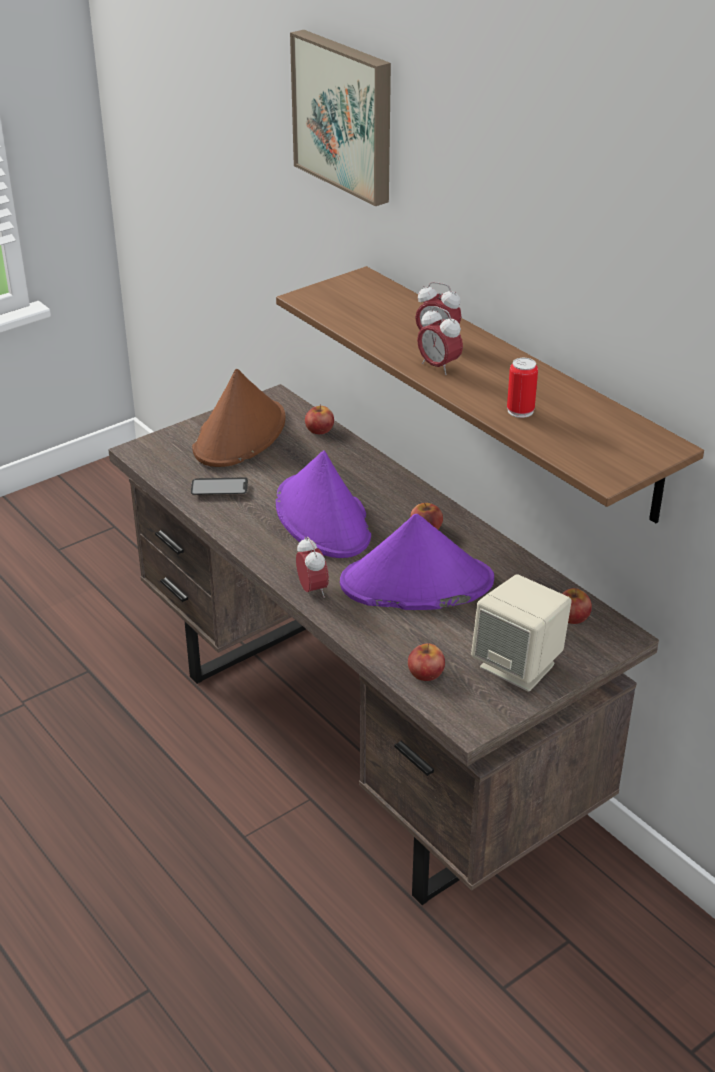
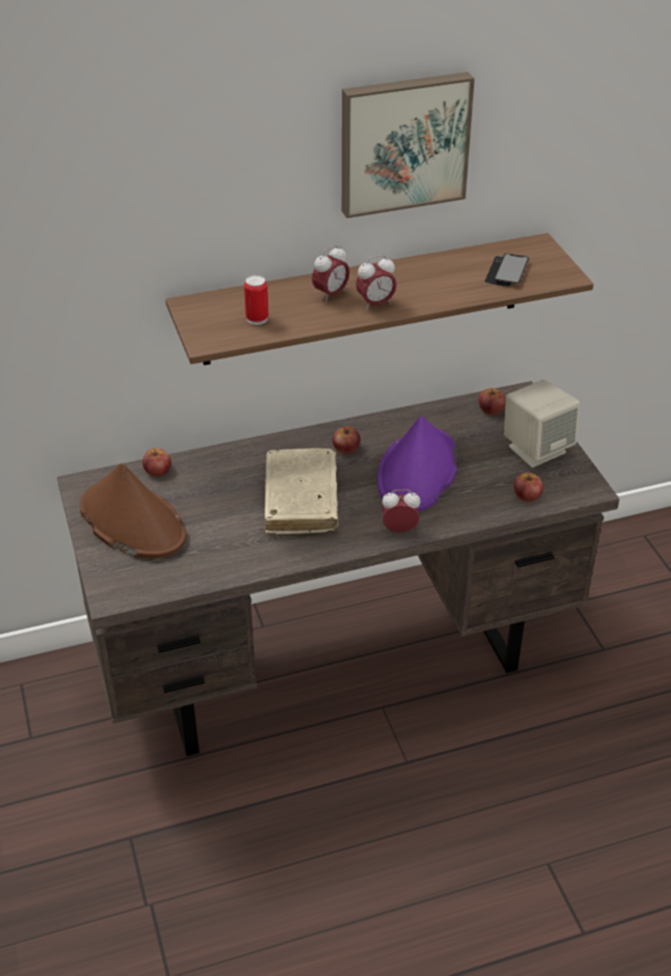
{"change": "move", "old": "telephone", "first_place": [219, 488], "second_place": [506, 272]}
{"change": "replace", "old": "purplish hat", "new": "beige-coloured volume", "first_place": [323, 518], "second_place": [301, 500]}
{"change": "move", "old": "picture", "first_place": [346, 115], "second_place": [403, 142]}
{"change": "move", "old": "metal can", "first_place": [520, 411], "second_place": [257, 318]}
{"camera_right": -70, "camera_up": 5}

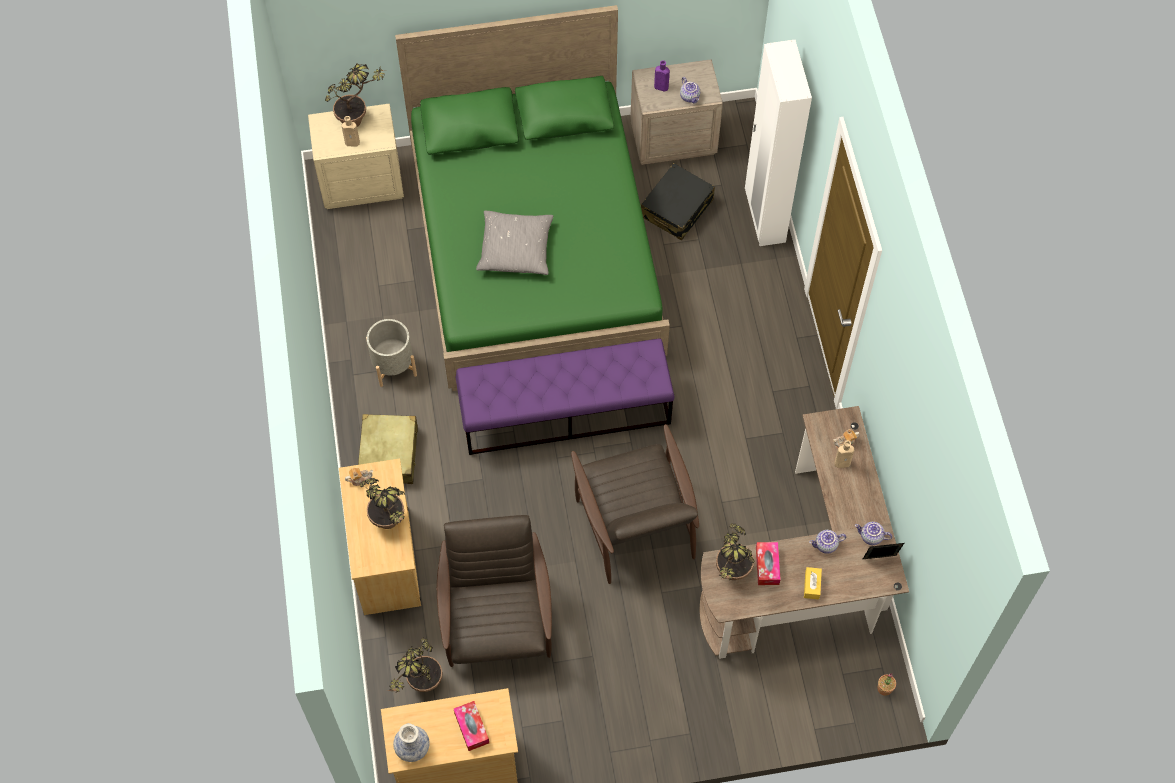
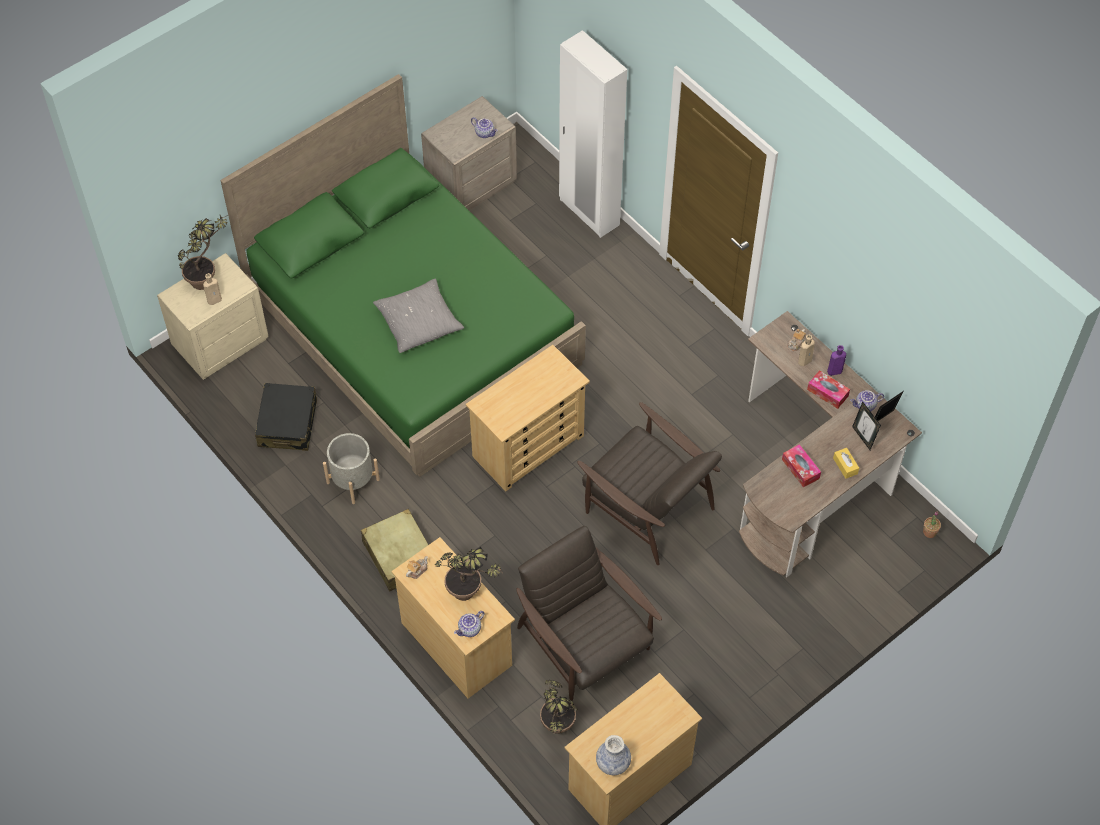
{"change": "move", "old": "tissue holder", "first_place": [471, 728], "second_place": [827, 393]}
{"change": "replace", "old": "purplish indoor bench", "new": "beige-coloured dresser", "first_place": [566, 411], "second_place": [529, 446]}
{"change": "move", "old": "blackish piece of luggage", "first_place": [677, 208], "second_place": [288, 423]}
{"change": "move", "old": "purplish beverage bottle", "first_place": [660, 87], "second_place": [833, 371]}
{"change": "delete", "old": "houseplant", "first_place": [730, 577]}
{"change": "move", "old": "tea pot", "first_place": [826, 545], "second_place": [470, 630]}
{"change": "insert", "new": "standing frame", "second_place": [863, 437]}
{"camera_right": -30, "camera_up": -5}

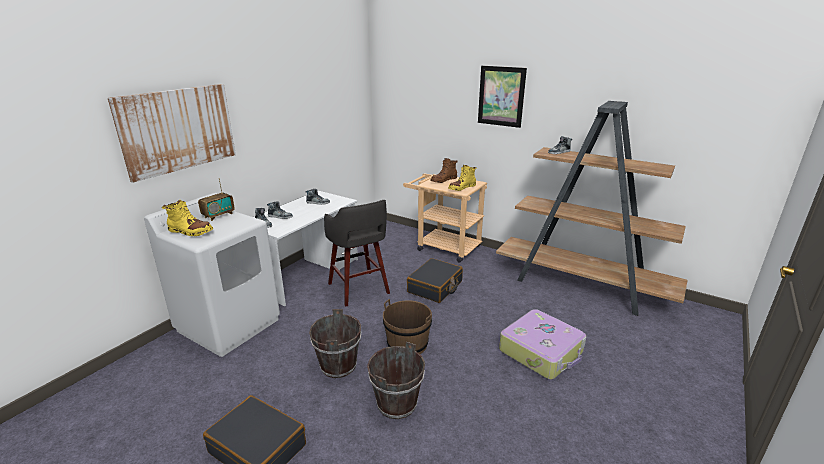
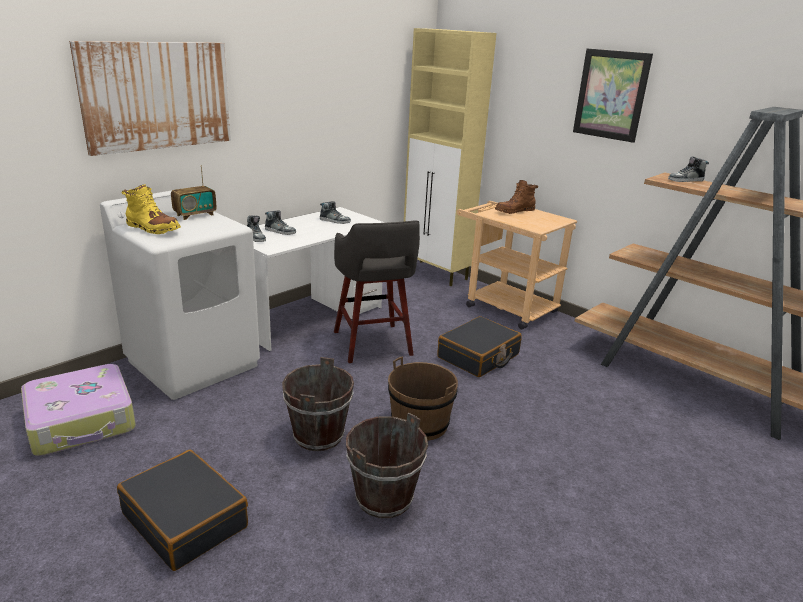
{"change": "delete", "old": "yellowish boot", "first_place": [461, 188]}
{"change": "move", "old": "piece of luggage", "first_place": [541, 351], "second_place": [82, 421]}
{"change": "insert", "new": "beige-coloured storage cabinet", "second_place": [436, 273]}
{"camera_right": 10, "camera_up": 0}

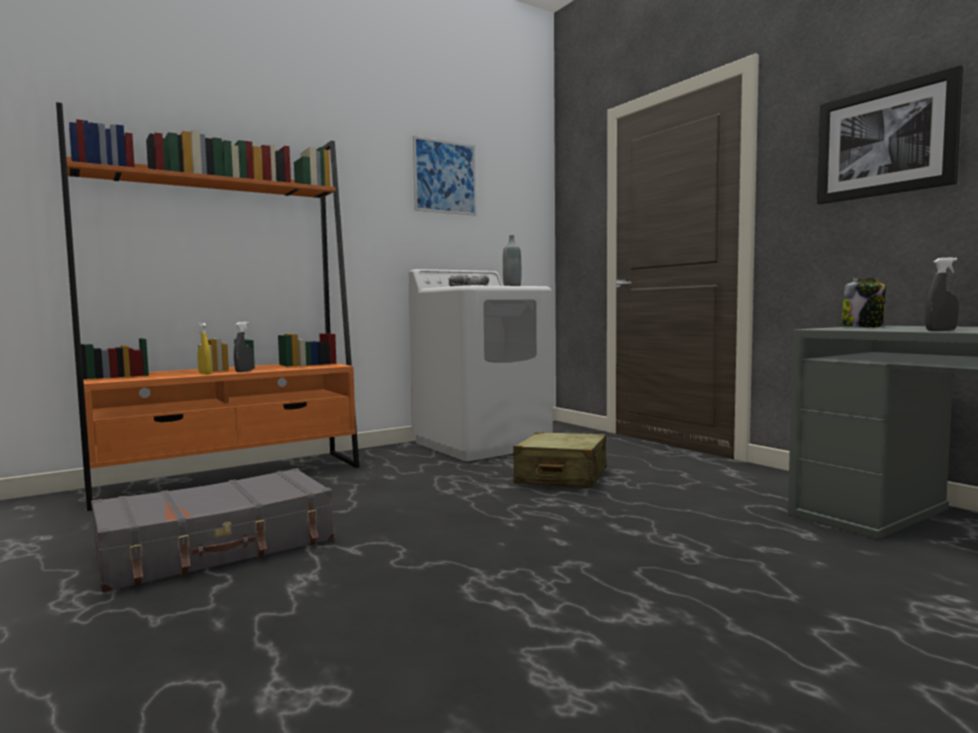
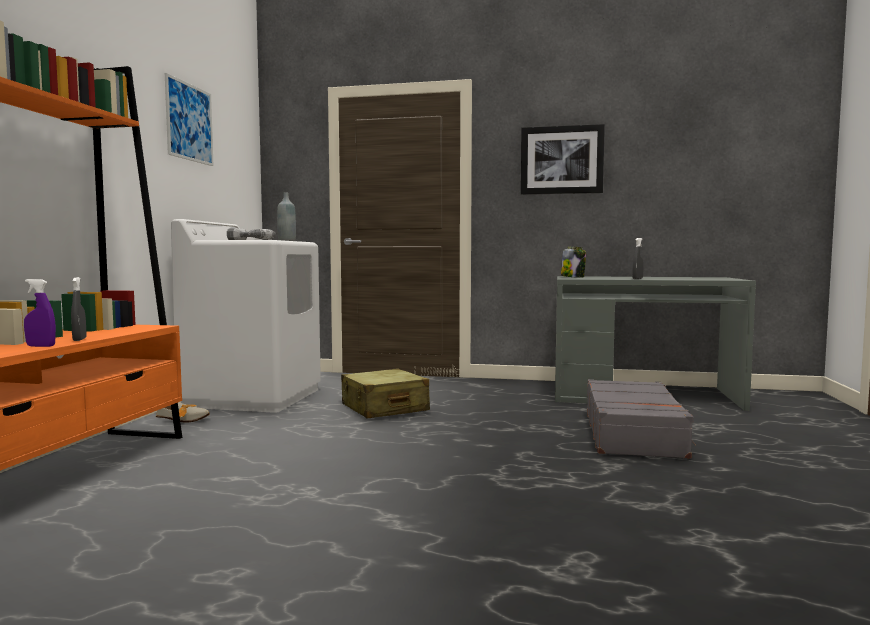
{"change": "move", "old": "grey piece of luggage", "first_place": [218, 548], "second_place": [634, 433]}
{"change": "recolor", "old": "yellowish spray bottle", "new": "purplish spray bottle", "first_place": [205, 374], "second_place": [41, 346]}
{"change": "insert", "new": "low shoe", "second_place": [184, 420]}
{"camera_right": -45, "camera_up": 0}

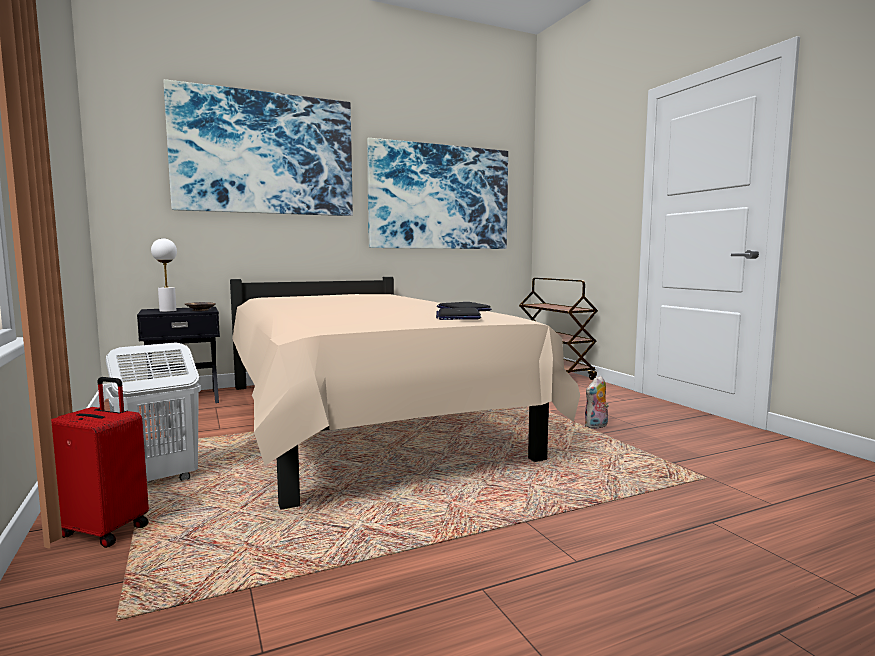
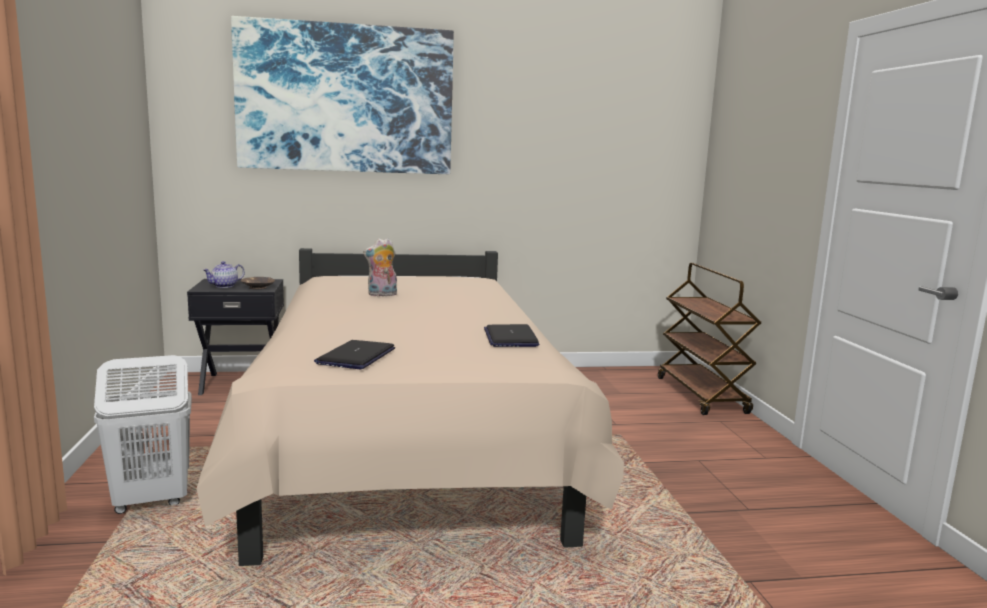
{"change": "delete", "old": "reddish piece of luggage", "first_place": [105, 530]}
{"change": "replace", "old": "white table lamp", "new": "tea pot", "first_place": [168, 311], "second_place": [224, 286]}
{"change": "delete", "old": "picture", "first_place": [440, 197]}
{"change": "move", "old": "portable computer", "first_place": [458, 316], "second_place": [356, 356]}
{"change": "move", "old": "plush toy", "first_place": [596, 426], "second_place": [382, 295]}
{"camera_right": 15, "camera_up": 5}

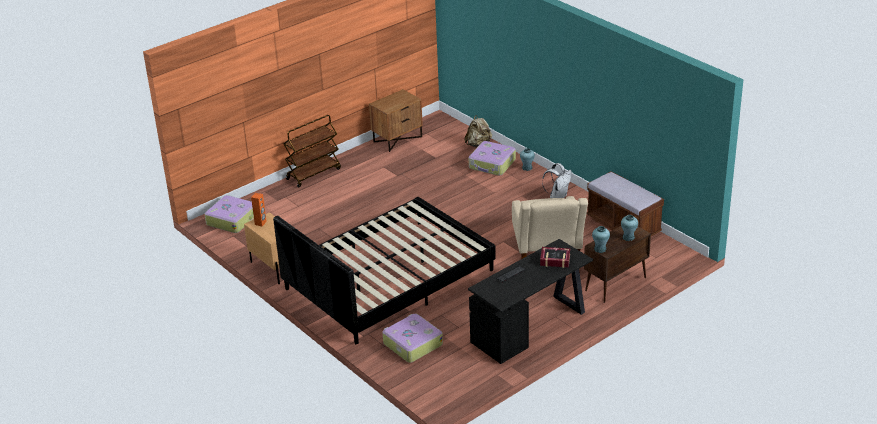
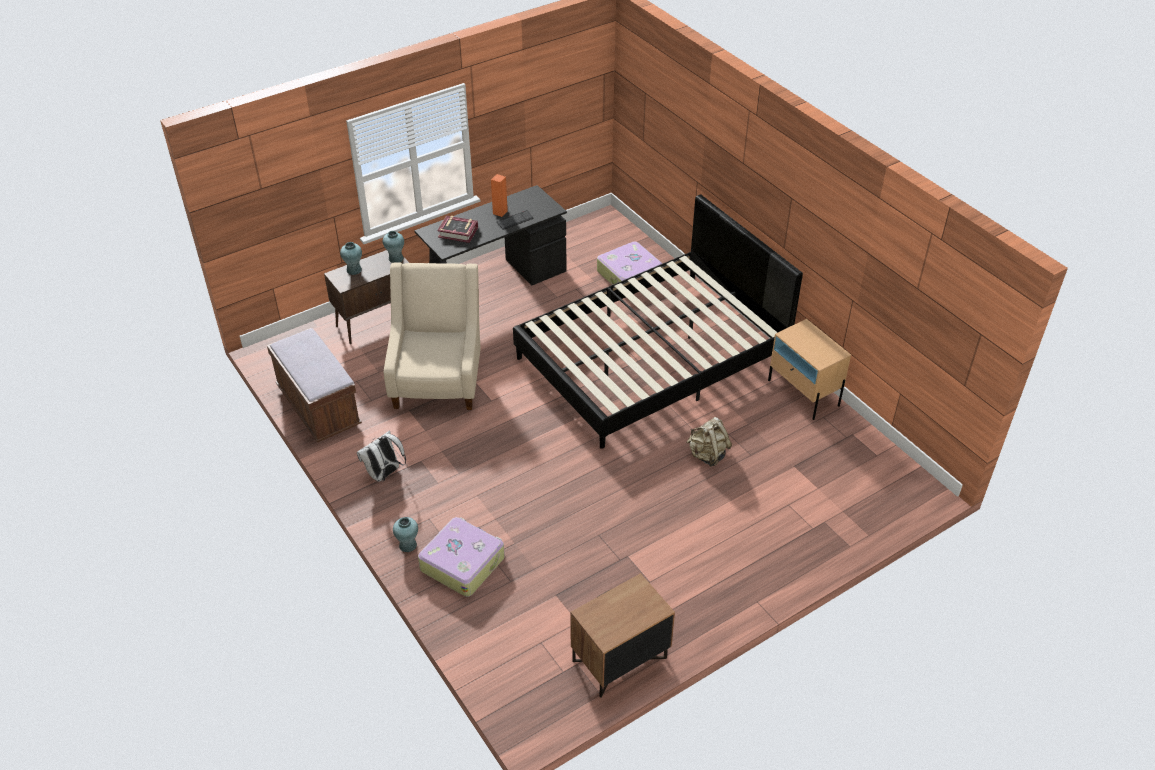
{"change": "delete", "old": "piece of luggage", "first_place": [232, 219]}
{"change": "move", "old": "orange audio speaker", "first_place": [260, 223], "second_place": [500, 212]}
{"change": "delete", "old": "brownish cart", "first_place": [313, 173]}
{"change": "move", "old": "beige-coloured backpack", "first_place": [478, 144], "second_place": [707, 455]}
{"camera_right": -175, "camera_up": 10}

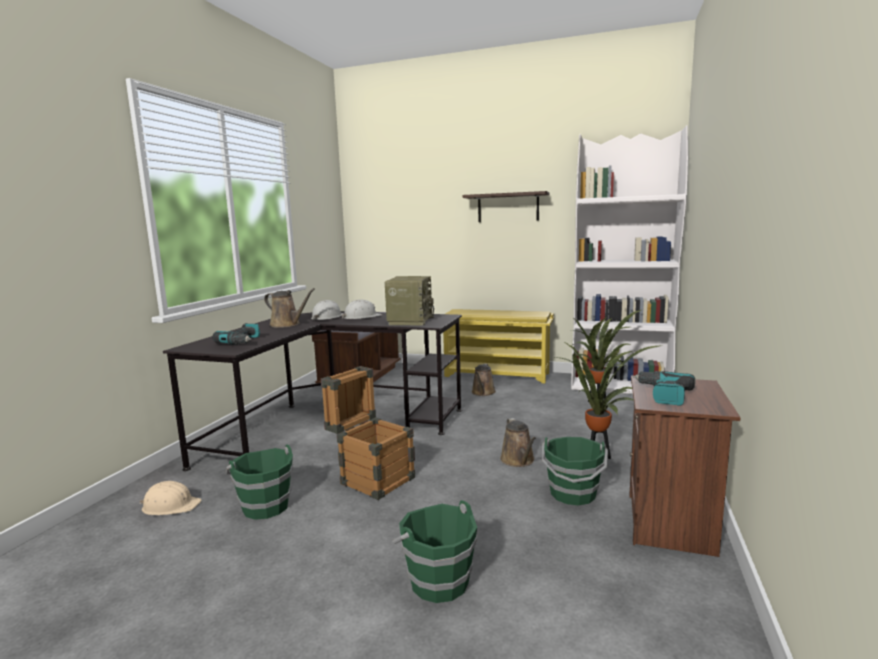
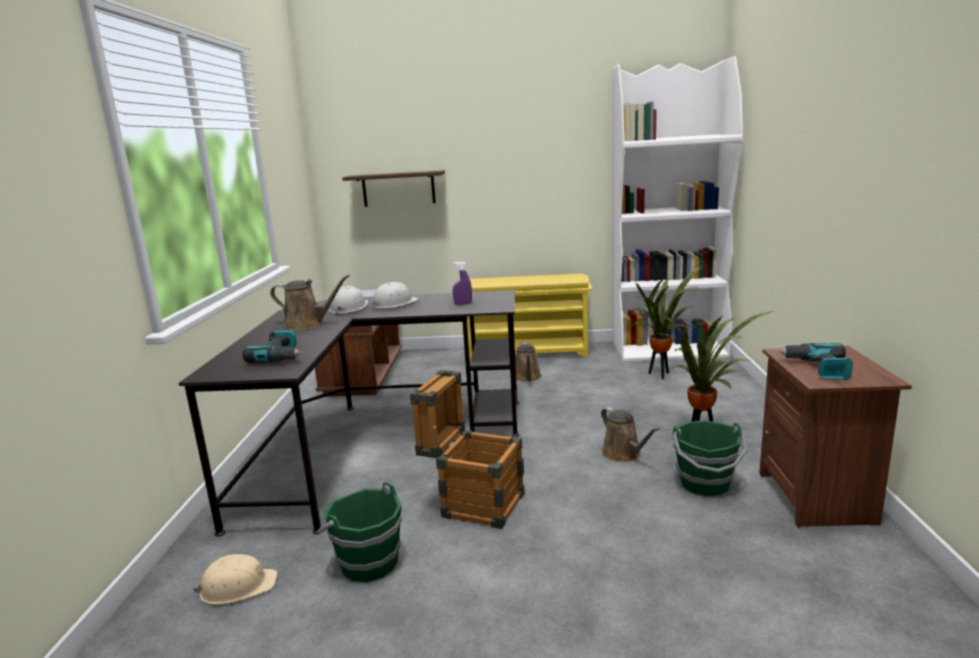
{"change": "replace", "old": "radio", "new": "purplish spray bottle", "first_place": [410, 320], "second_place": [463, 304]}
{"change": "delete", "old": "greenish bucket", "first_place": [438, 581]}
{"change": "move", "old": "wall shelf", "first_place": [508, 207], "second_place": [398, 189]}
{"camera_right": -15, "camera_up": 5}

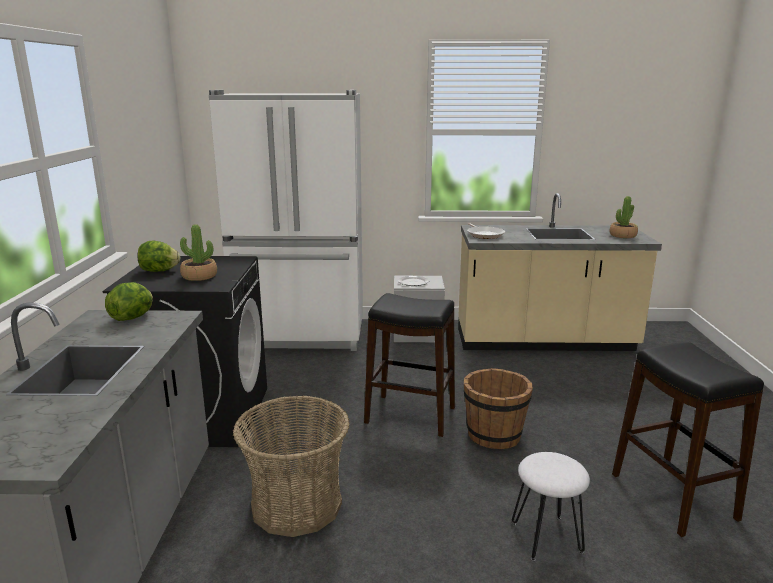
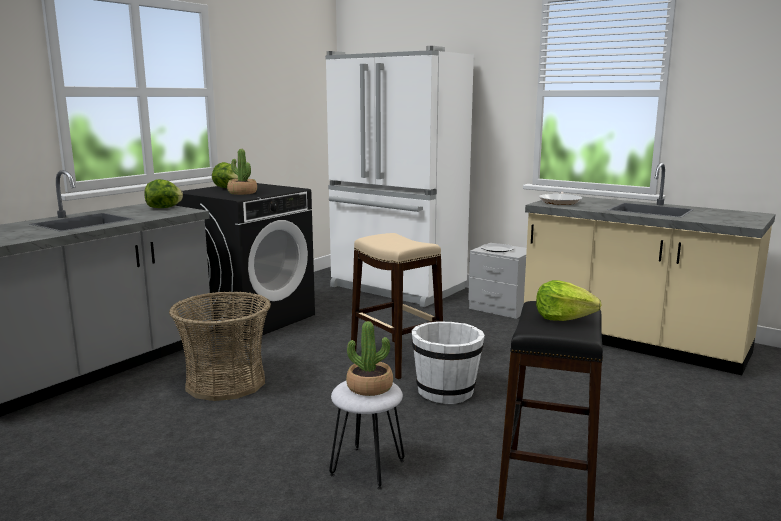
{"change": "recolor", "old": "blackish stool", "new": "beige-coloured stool", "first_place": [411, 415], "second_place": [396, 358]}
{"change": "recolor", "old": "brownish bucket", "new": "white bucket", "first_place": [494, 435], "second_place": [446, 391]}
{"change": "move", "old": "houseplant", "first_place": [622, 235], "second_place": [369, 387]}
{"change": "insert", "new": "lettuce", "second_place": [563, 318]}
{"camera_right": 35, "camera_up": -5}

